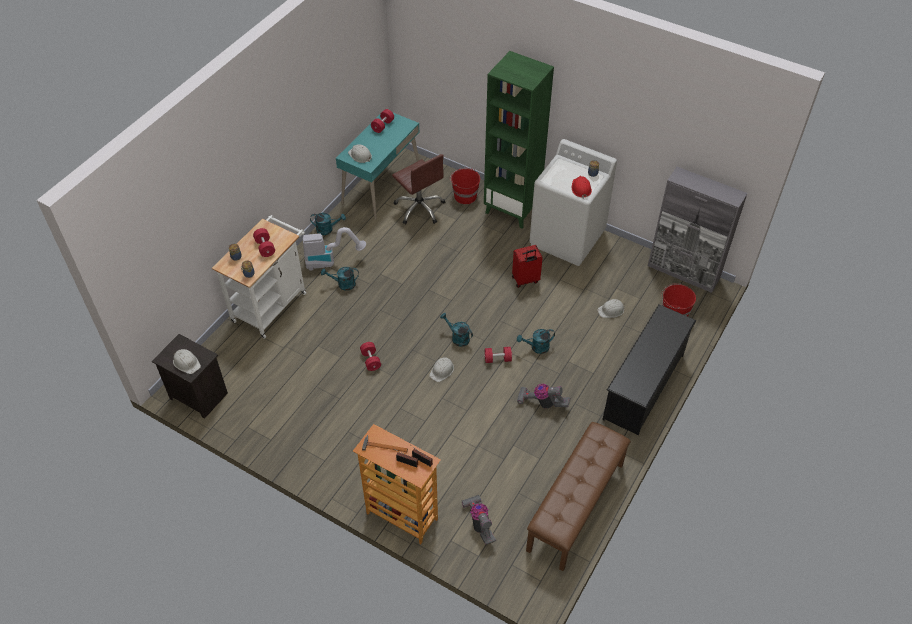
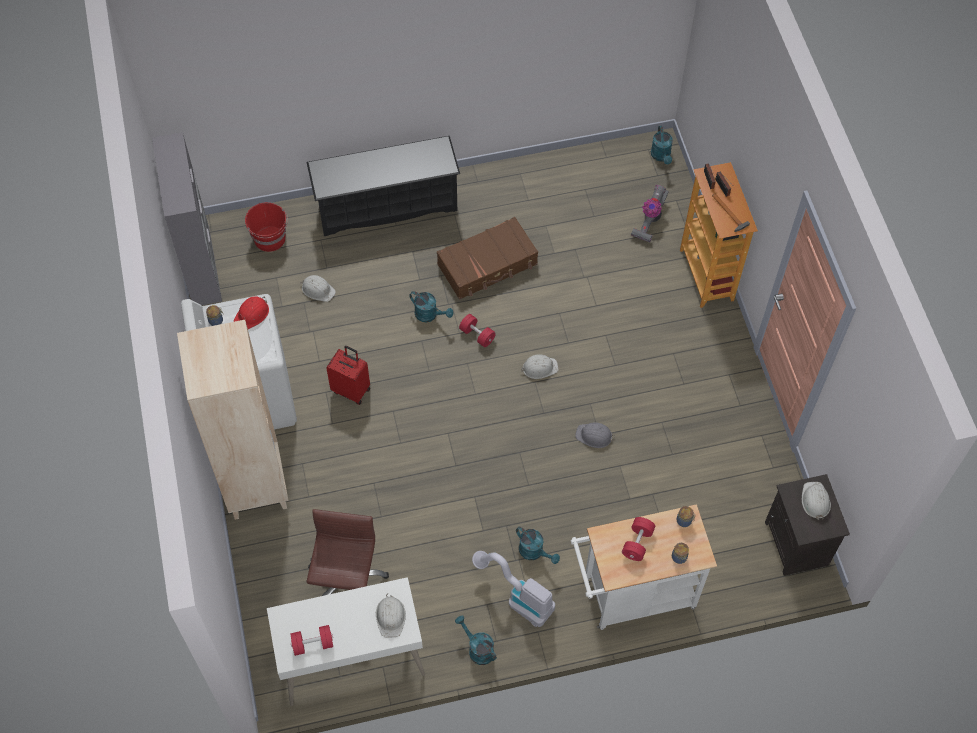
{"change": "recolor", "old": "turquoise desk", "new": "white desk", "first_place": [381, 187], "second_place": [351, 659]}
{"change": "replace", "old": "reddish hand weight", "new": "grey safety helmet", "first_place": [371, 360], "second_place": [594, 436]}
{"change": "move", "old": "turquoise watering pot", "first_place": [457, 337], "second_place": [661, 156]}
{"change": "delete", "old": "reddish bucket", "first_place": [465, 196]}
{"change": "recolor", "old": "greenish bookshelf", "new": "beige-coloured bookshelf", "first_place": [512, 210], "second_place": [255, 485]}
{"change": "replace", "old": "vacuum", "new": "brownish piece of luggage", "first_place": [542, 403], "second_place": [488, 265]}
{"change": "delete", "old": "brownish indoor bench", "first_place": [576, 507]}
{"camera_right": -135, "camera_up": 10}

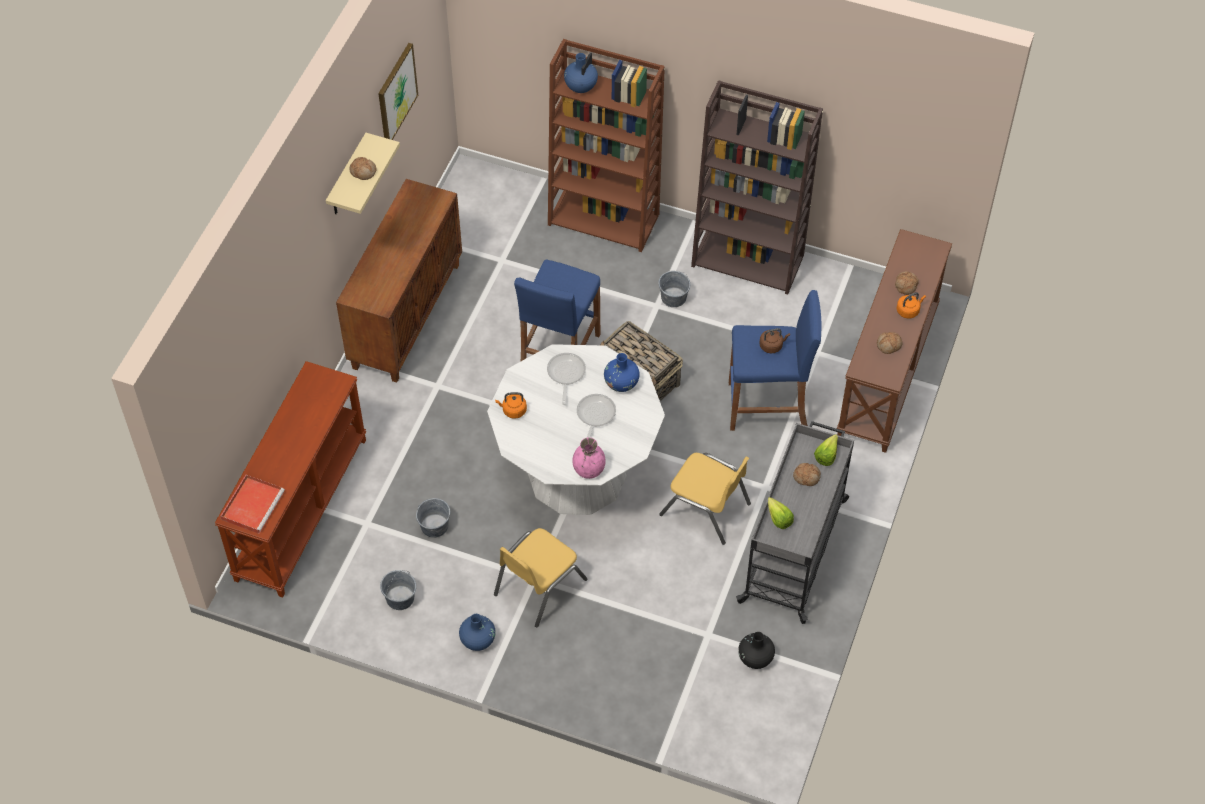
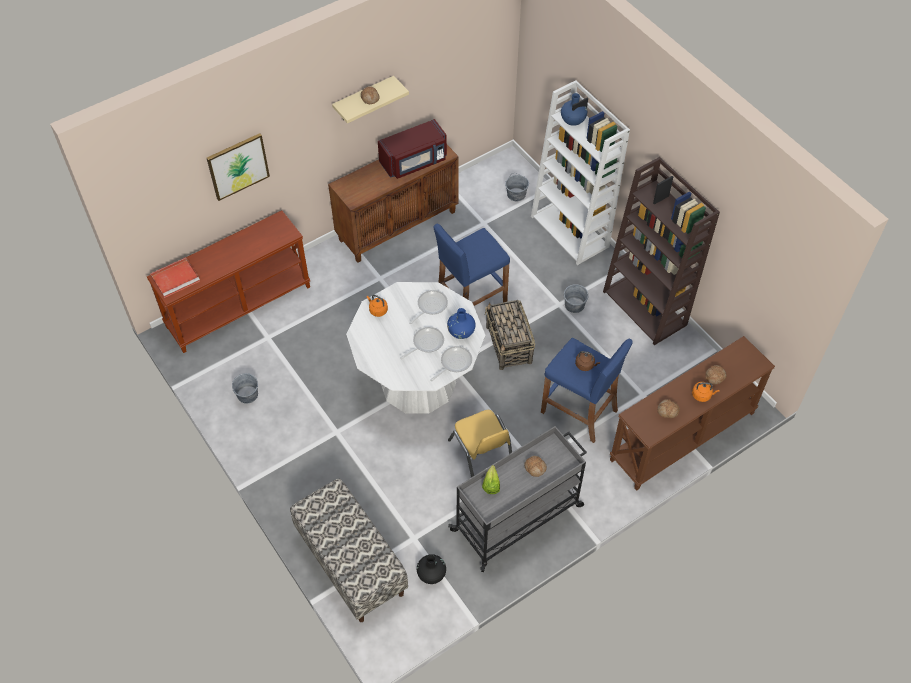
{"change": "move", "old": "picture", "first_place": [396, 93], "second_place": [238, 166]}
{"change": "move", "old": "grey bucket", "first_place": [434, 526], "second_place": [516, 194]}
{"change": "delete", "old": "blue-coloured decorative vase", "first_place": [478, 640]}
{"change": "delete", "old": "yellowish chair", "first_place": [539, 586]}
{"change": "recolor", "old": "brownish bookshelf", "new": "white bookshelf", "first_place": [605, 219], "second_place": [570, 232]}
{"change": "delete", "old": "pink-coloured decorative vase", "first_place": [589, 470]}
{"change": "delete", "old": "lettuce", "first_place": [828, 454]}
{"change": "insert", "new": "indoor bench", "second_place": [350, 563]}
{"change": "insert", "new": "reddish microwave", "second_place": [414, 162]}
{"change": "insert", "new": "frying pan", "second_place": [454, 363]}
{"camera_right": 35, "camera_up": 0}

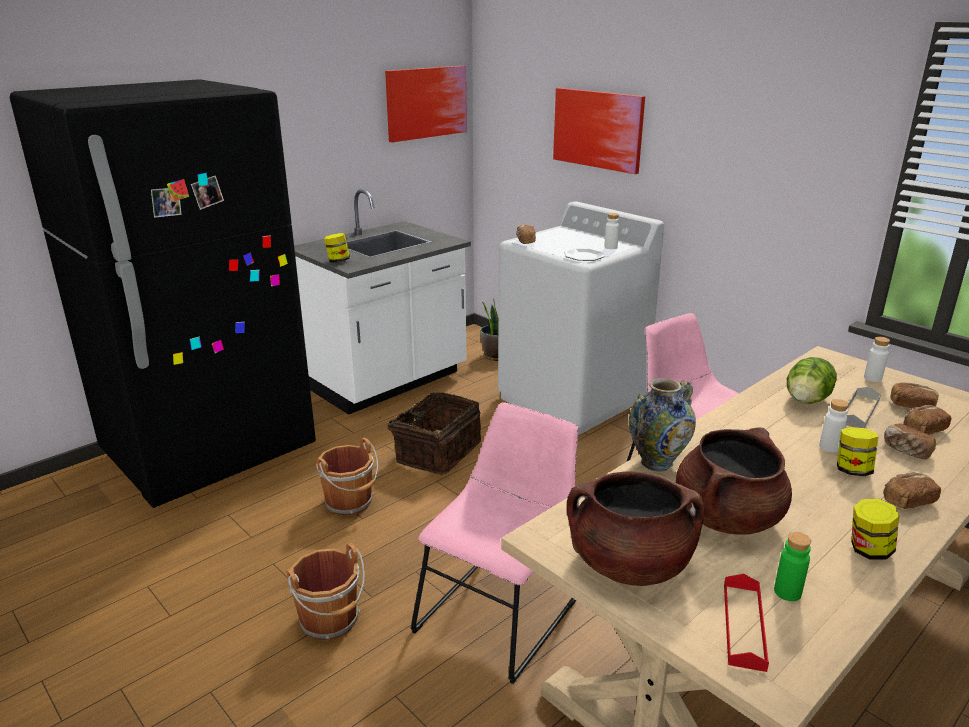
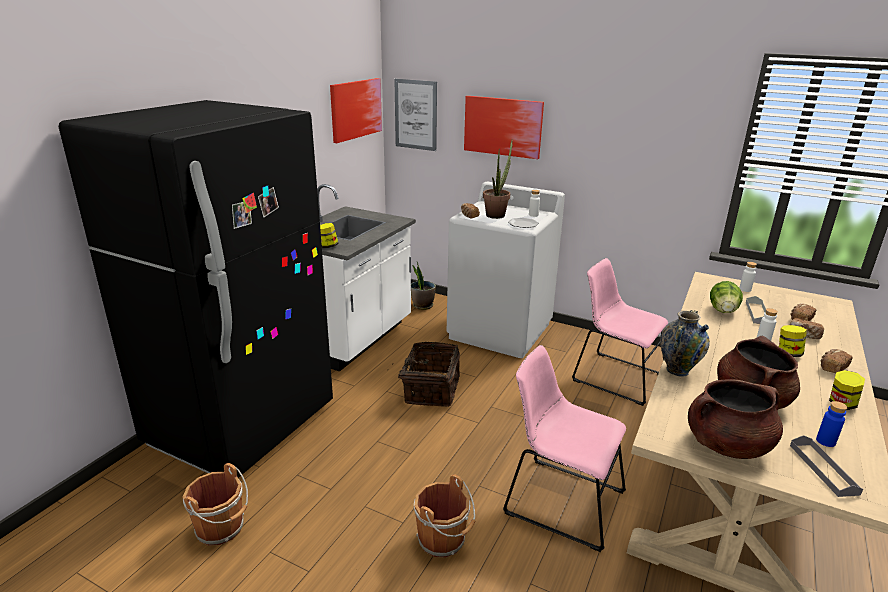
{"change": "move", "old": "brownish bucket", "first_place": [350, 503], "second_place": [222, 528]}
{"change": "rotate", "old": "pink-coloured chair", "first_place": [501, 611], "second_place": [559, 500], "degrees": -75}
{"change": "recolor", "old": "reddish serving tray", "new": "grey serving tray", "first_place": [744, 625], "second_place": [823, 469]}
{"change": "recolor", "old": "greenish beverage bottle", "new": "blue-coloured beverage bottle", "first_place": [787, 592], "second_place": [825, 441]}
{"change": "delete", "old": "baked bread", "first_place": [911, 406]}
{"change": "insert", "new": "picture", "second_place": [415, 115]}
{"change": "insert", "new": "houseplant", "second_place": [497, 214]}
{"camera_right": -20, "camera_up": 0}

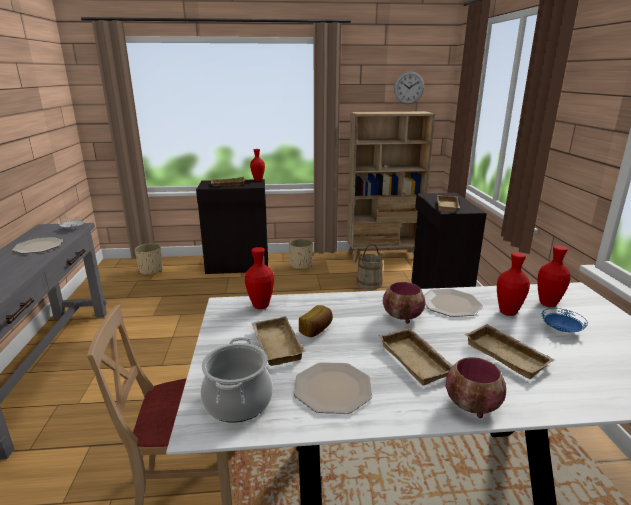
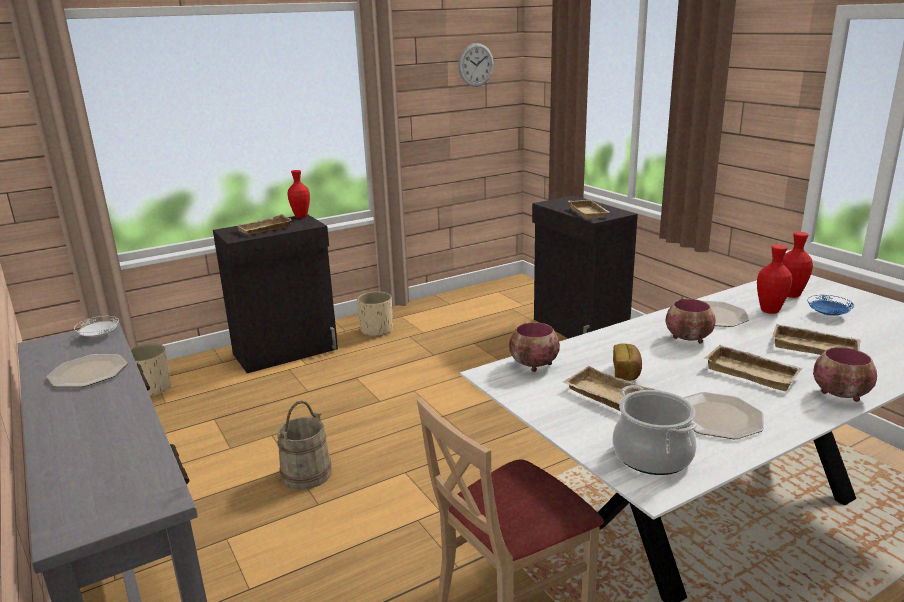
{"change": "replace", "old": "reddish decorative vase", "new": "deep dish", "first_place": [260, 306], "second_place": [534, 365]}
{"change": "delete", "old": "beige-coloured bookshelf", "first_place": [383, 256]}
{"change": "move", "old": "beige-coloured bucket", "first_place": [369, 283], "second_place": [306, 473]}
{"camera_right": -25, "camera_up": 0}

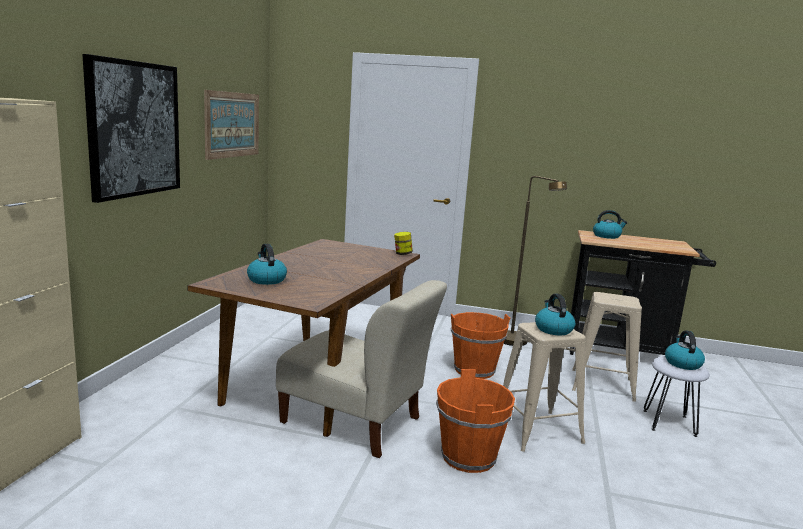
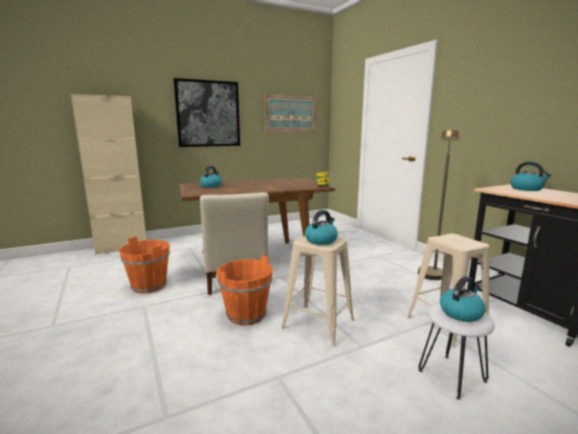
{"change": "move", "old": "orange bucket", "first_place": [474, 370], "second_place": [149, 286]}
{"camera_right": 50, "camera_up": 0}

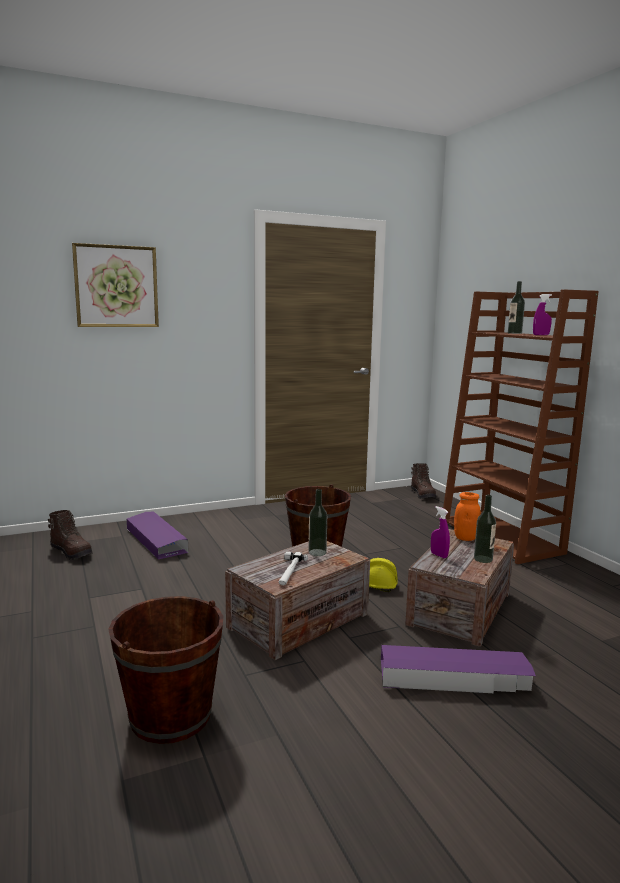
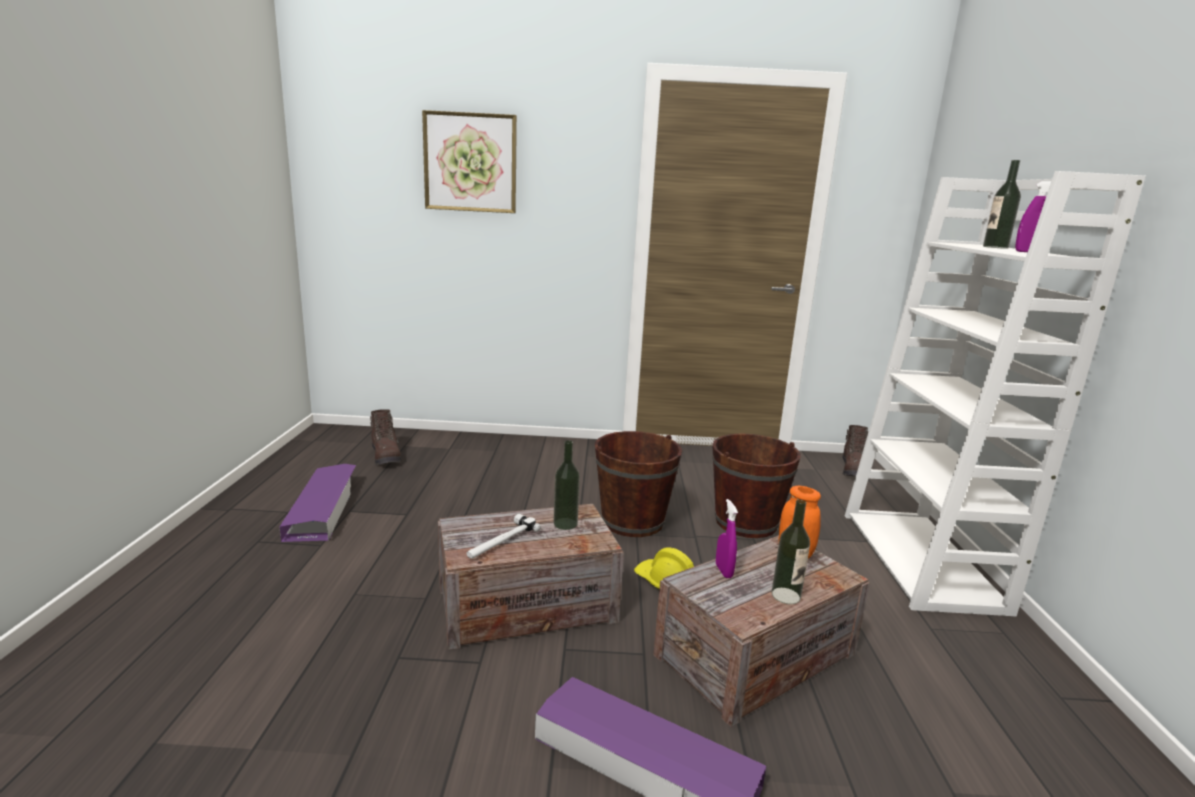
{"change": "move", "old": "brownish bucket", "first_place": [170, 716], "second_place": [746, 522]}
{"change": "move", "old": "purplish storage bin", "first_place": [156, 540], "second_place": [323, 508]}
{"change": "recolor", "old": "brownish bookshelf", "new": "white bookshelf", "first_place": [501, 537], "second_place": [922, 561]}
{"camera_right": 25, "camera_up": 5}

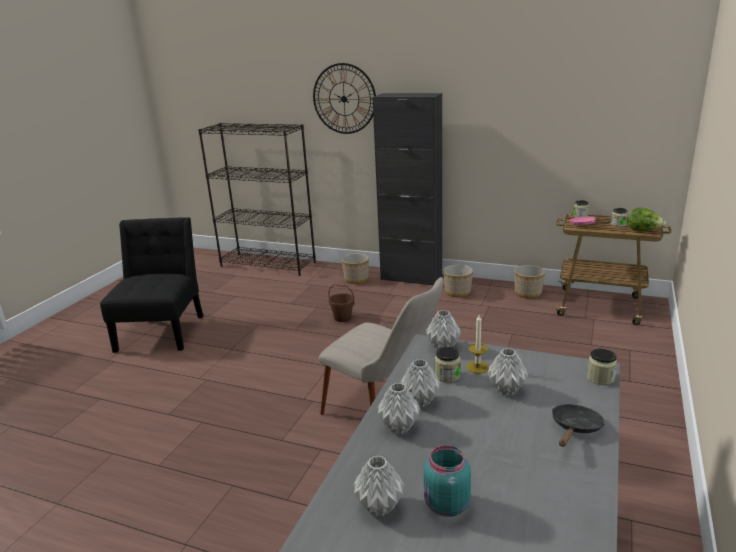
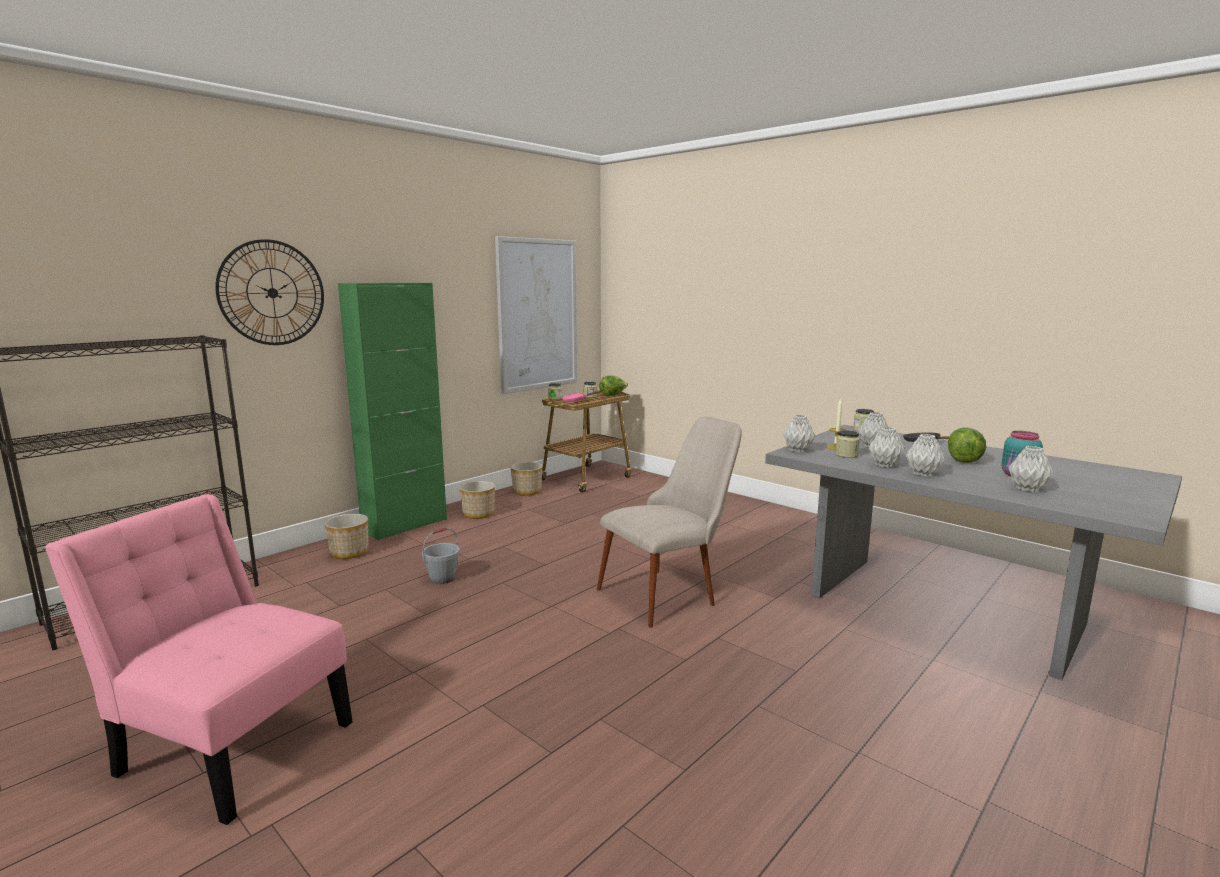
{"change": "recolor", "old": "blackish chair", "new": "pink-coloured chair", "first_place": [162, 331], "second_place": [230, 744]}
{"change": "recolor", "old": "brownish bucket", "new": "grey bucket", "first_place": [342, 318], "second_place": [442, 578]}
{"change": "recolor", "old": "blackish storage cabinet", "new": "greenish storage cabinet", "first_place": [411, 278], "second_place": [405, 525]}
{"change": "insert", "new": "picture", "second_place": [537, 315]}
{"change": "insert", "new": "lettuce", "second_place": [964, 460]}
{"camera_right": -70, "camera_up": -10}

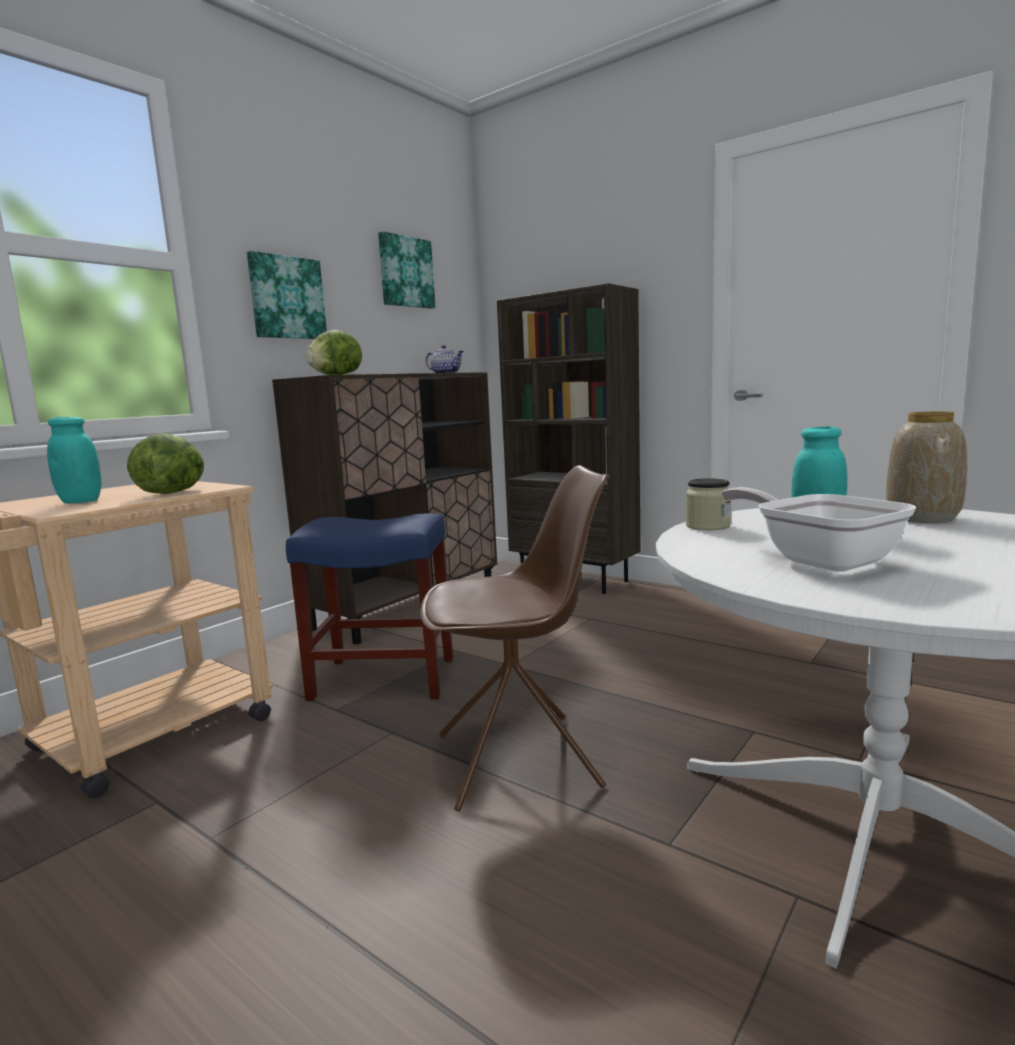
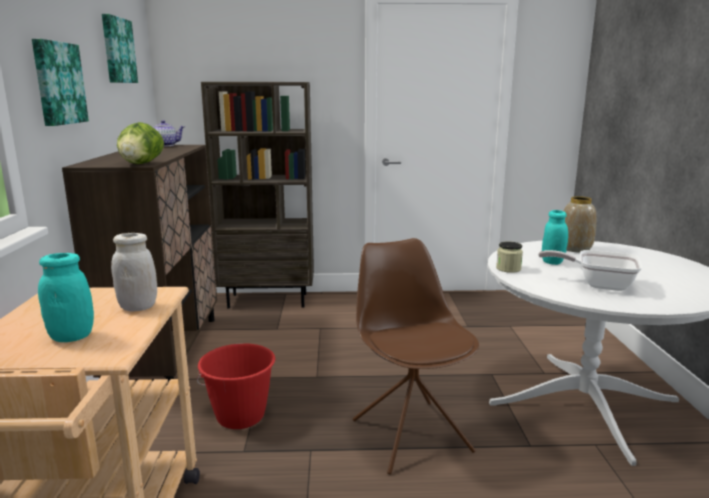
{"change": "replace", "old": "lettuce", "new": "white storage jar", "first_place": [173, 492], "second_place": [138, 307]}
{"change": "replace", "old": "blue-coloured stool", "new": "reddish bucket", "first_place": [381, 678], "second_place": [240, 416]}
{"change": "rotate", "old": "brownish chair", "first_place": [520, 759], "second_place": [410, 434], "degrees": -60}
{"camera_right": -40, "camera_up": 5}

